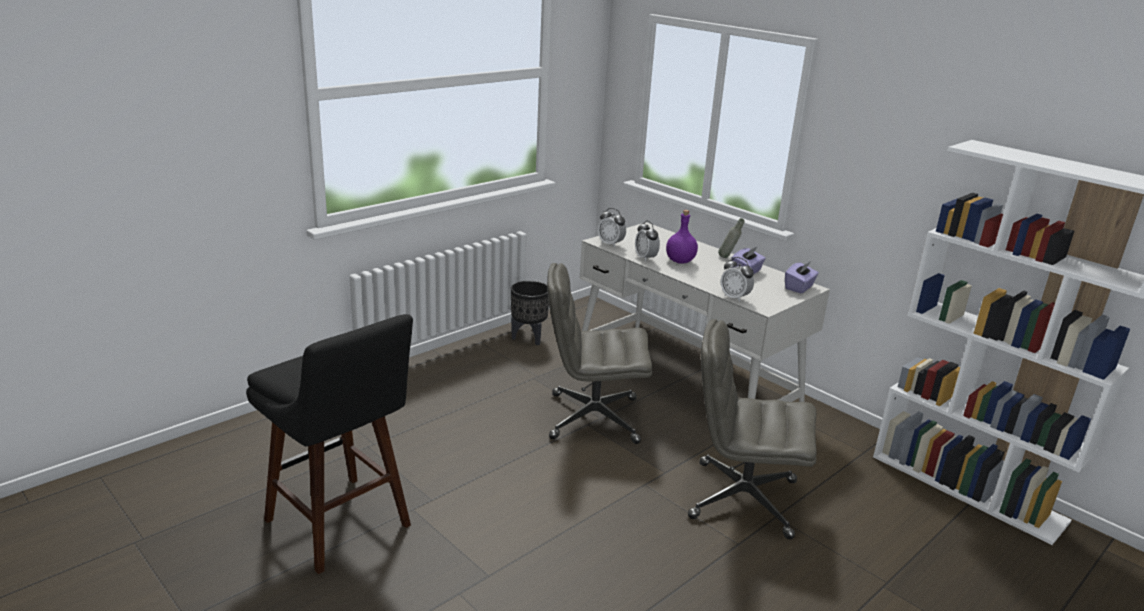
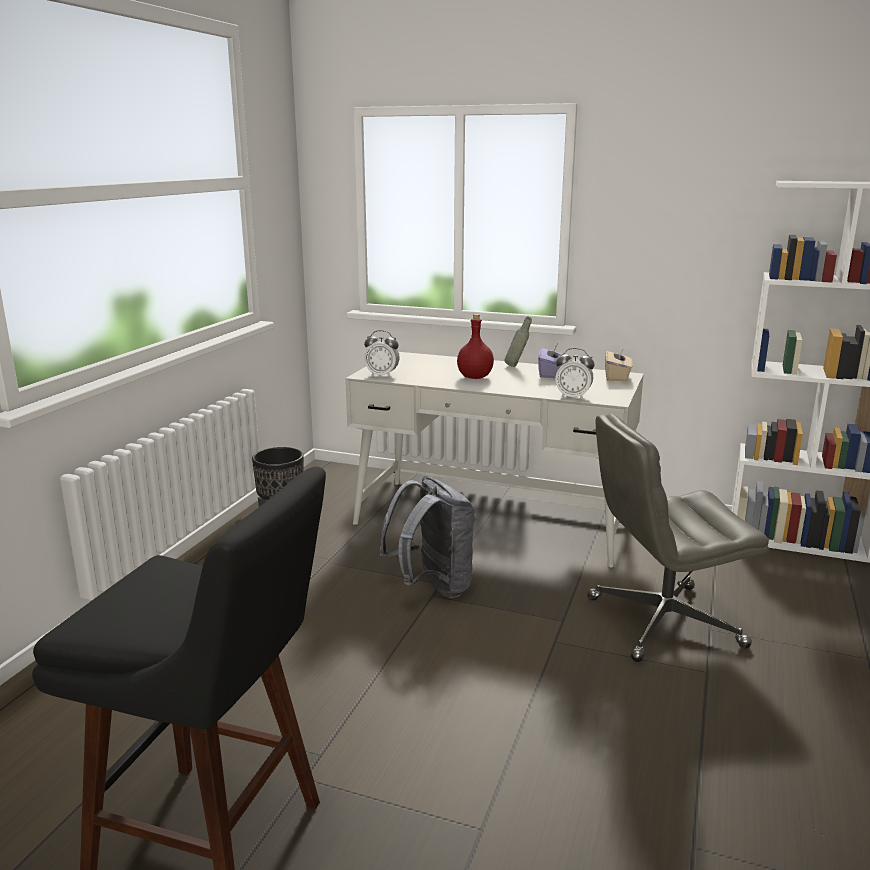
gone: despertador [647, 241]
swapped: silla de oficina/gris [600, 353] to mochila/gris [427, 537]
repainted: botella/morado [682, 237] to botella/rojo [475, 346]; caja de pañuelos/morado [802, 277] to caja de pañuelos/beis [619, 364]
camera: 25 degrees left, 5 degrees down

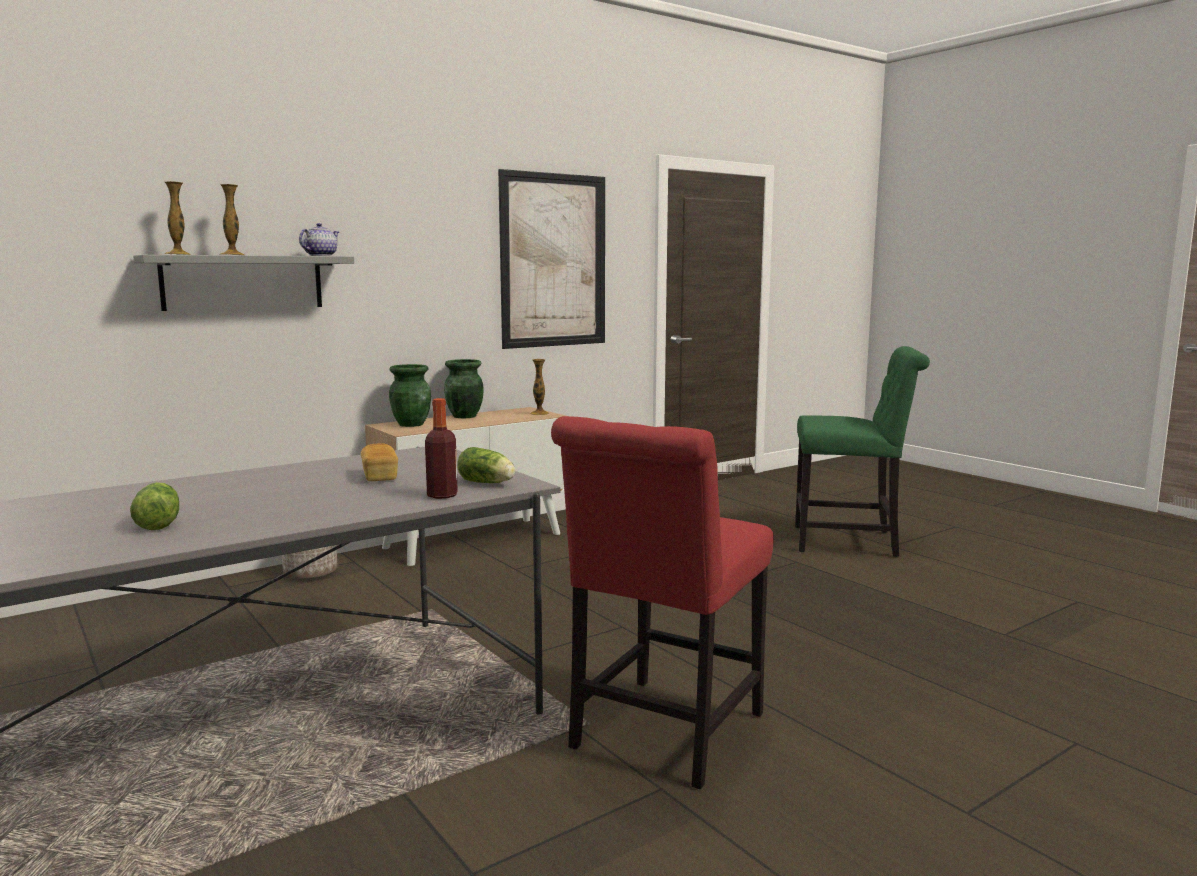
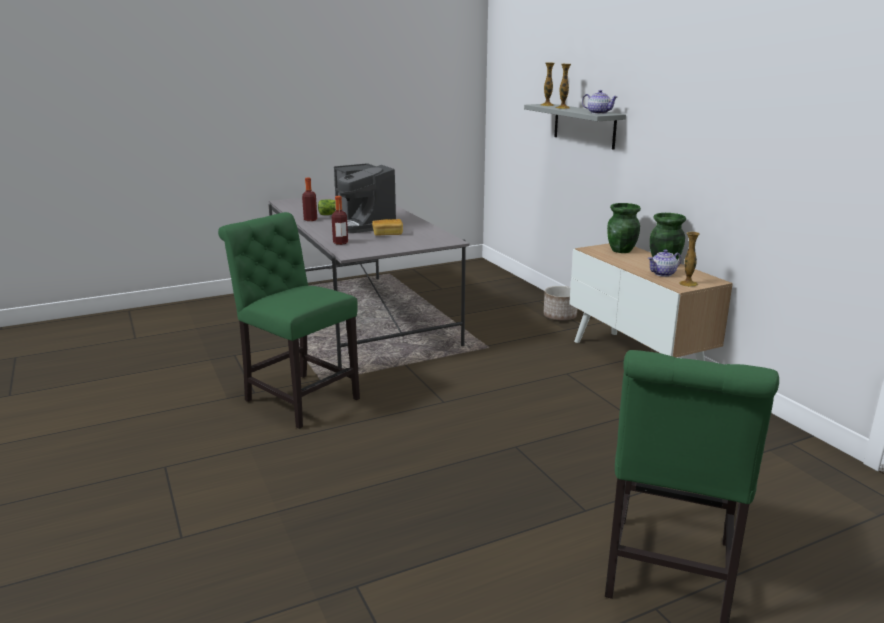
gone: cuadro [551, 259]; lechuga [486, 465]
new: cafetera [365, 198]; botella [309, 199]; tetera [664, 263]
repainted: silla/rojo [662, 602] to silla/verde [289, 320]
camera: 100 degrees right, 10 degrees up

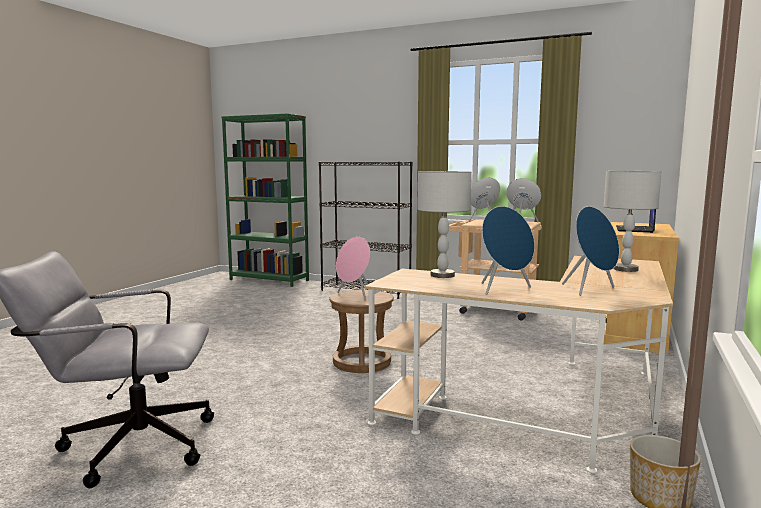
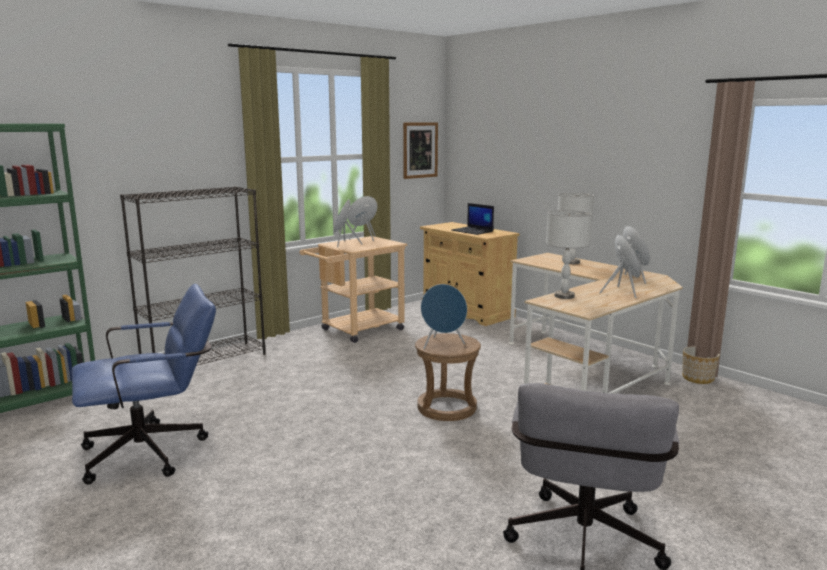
new: cuadro [420, 150]; silla de oficina/azul [144, 384]
repainted: altavoz/rosa [353, 268] to altavoz/azul [444, 316]
camera: 65 degrees left, 5 degrees up

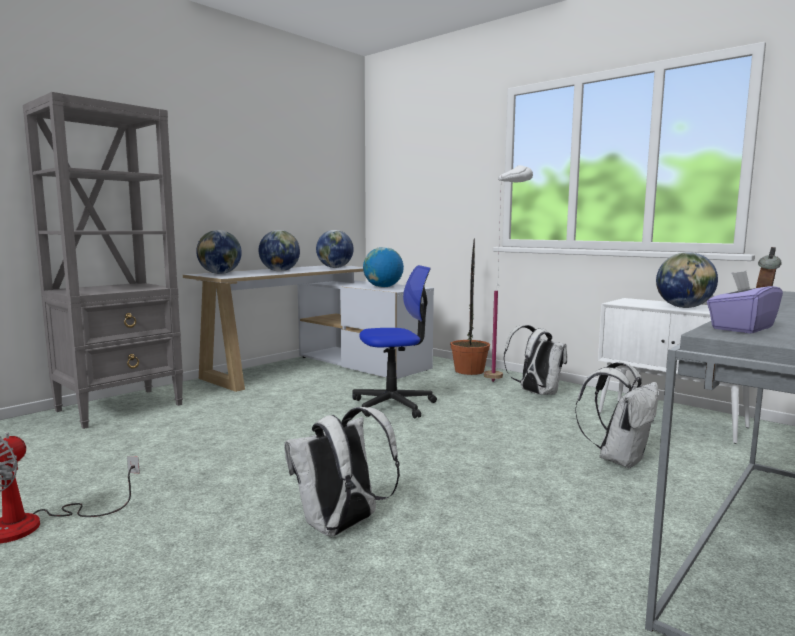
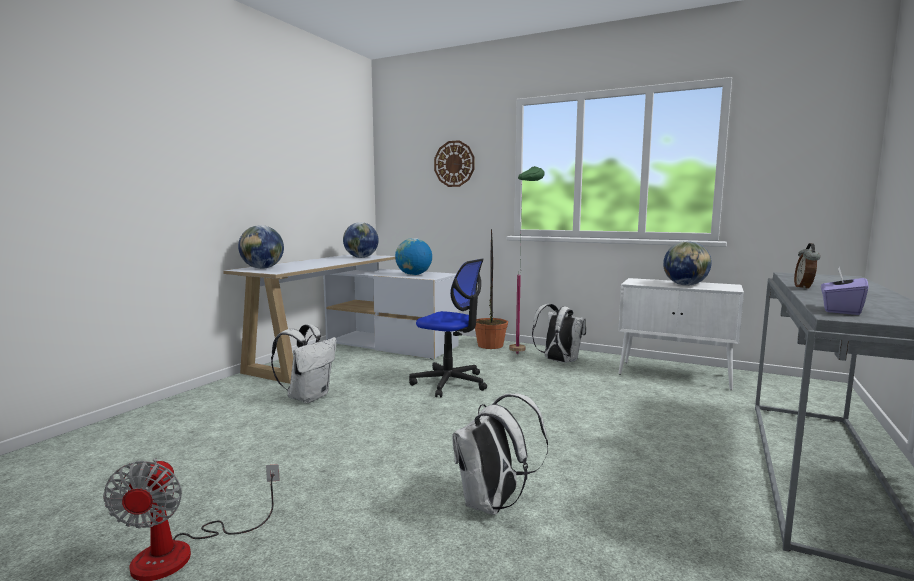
gone: estantería/gris [103, 260]; globo terráqueo [279, 251]
new: reloj de pared [454, 163]
shifted: mochila/blanco [616, 415] to [303, 363]
repainted: lámpara de pie/blanco [508, 273] to lámpara de pie/verde [527, 260]
rotated: silla de oficina [394, 341] = [448, 328] 60 degrees clockwise
camera: 15 degrees left, 0 degrees up

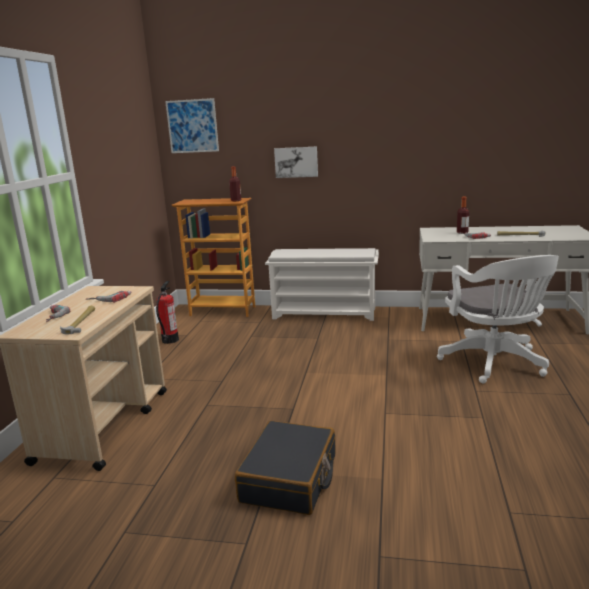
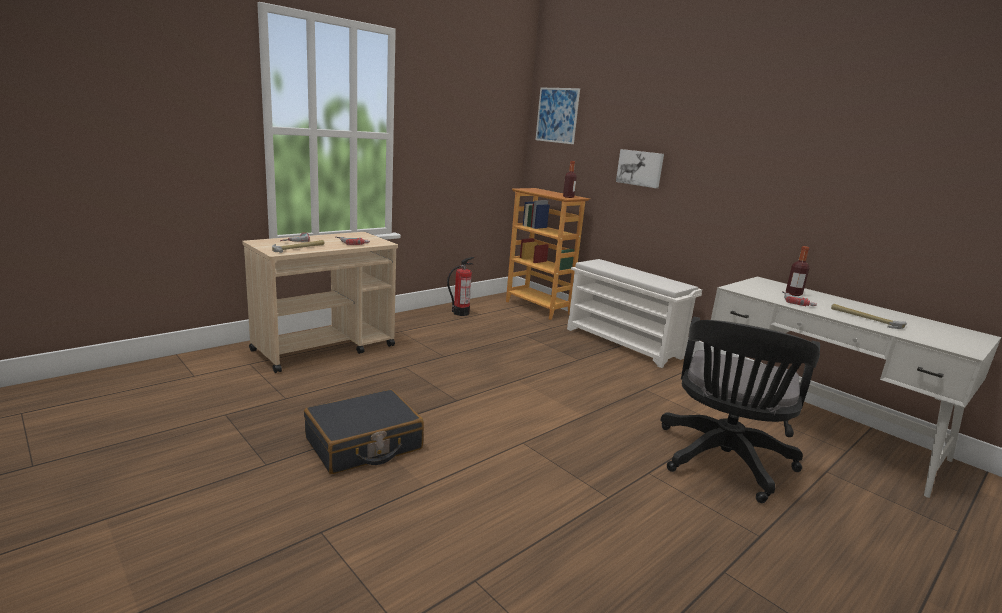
repainted: silla de oficina/blanco [498, 319] to silla de oficina/negro [740, 409]
camera: 35 degrees right, 0 degrees up

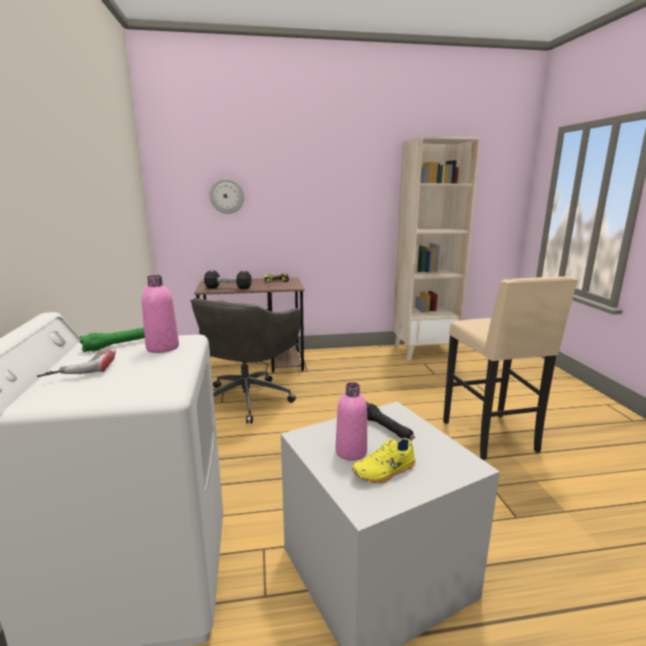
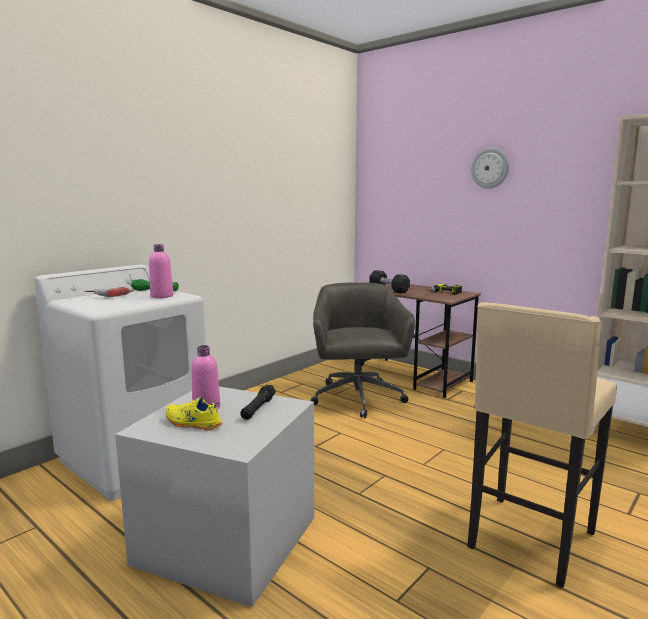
shifted: reloj de pared [226, 196] to [490, 168]
rotated: silla de oficina/gris [246, 361] = [363, 350] 105 degrees clockwise
camera: 50 degrees right, 5 degrees down

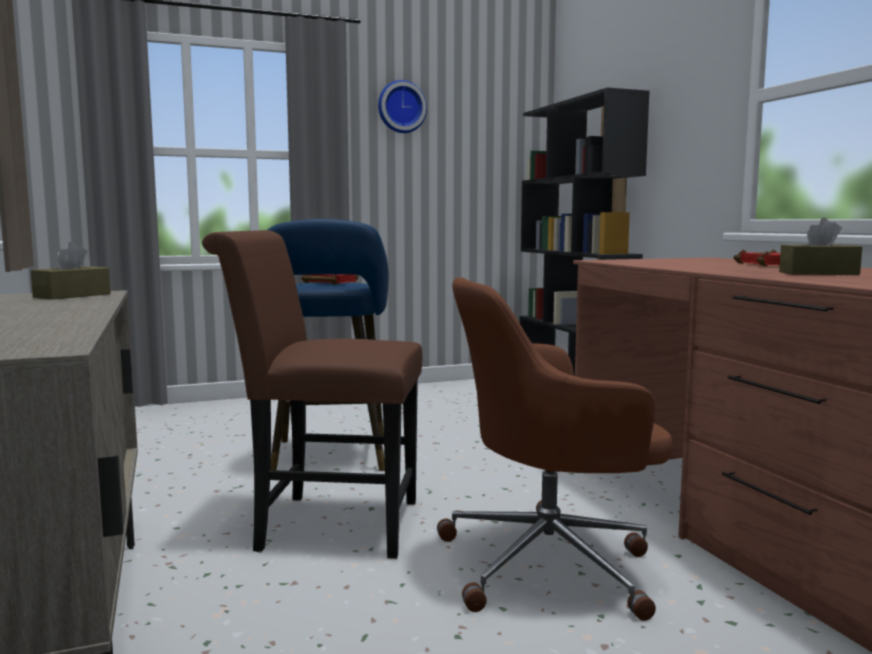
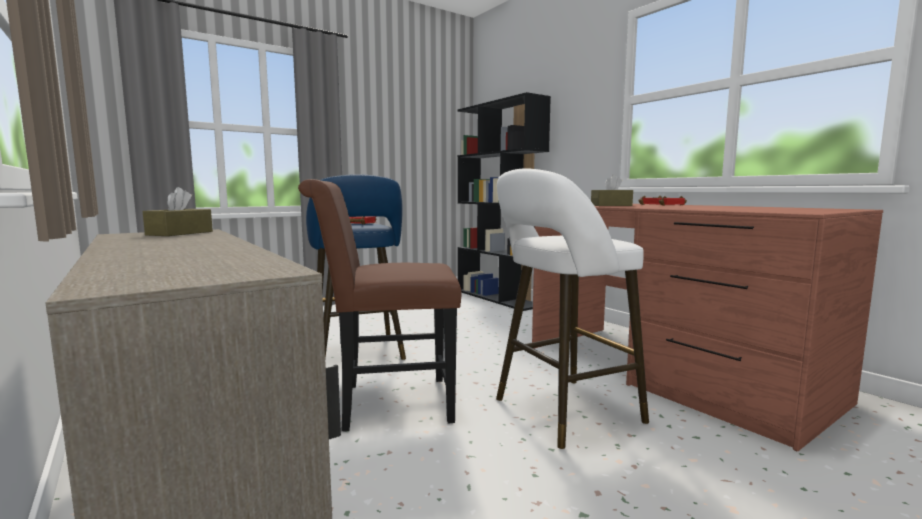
gone: reloj de pared [402, 106]
shifted: caja de pañuelos/marrón [820, 246] to [612, 190]
swapped: silla de oficina/marrón [555, 449] to taburete/blanco [572, 308]
camera: 15 degrees left, 0 degrees up

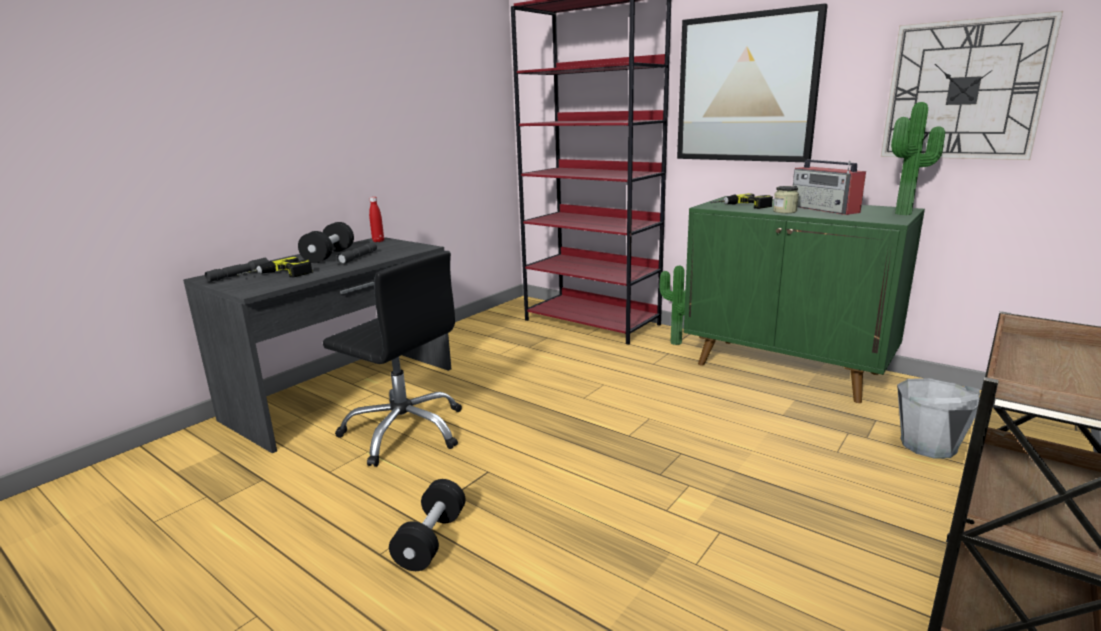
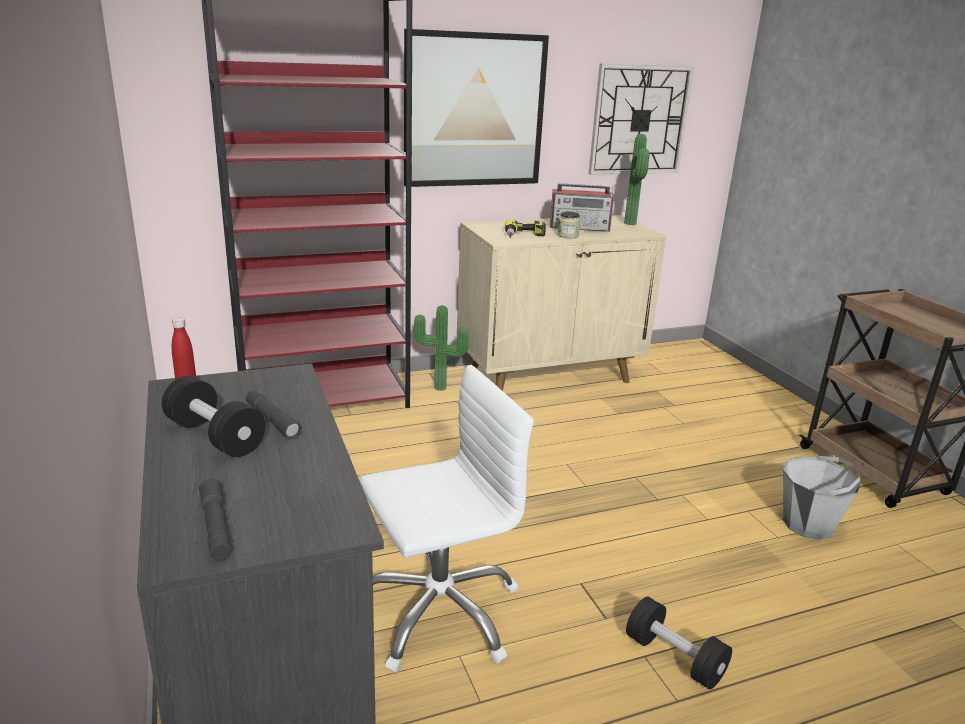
gone: taladro [274, 267]
shifted: cubo/gris [938, 418] to [822, 498]
repainted: armario/verde [804, 299] to armario/beis [561, 303]; silla de oficina/negro [392, 359] to silla de oficina/blanco [447, 519]
camera: 60 degrees left, 5 degrees up

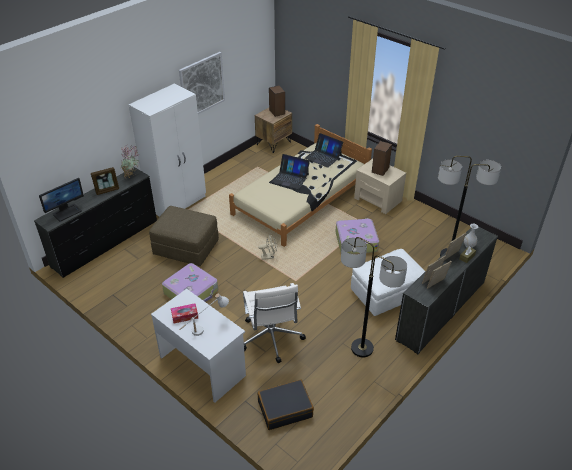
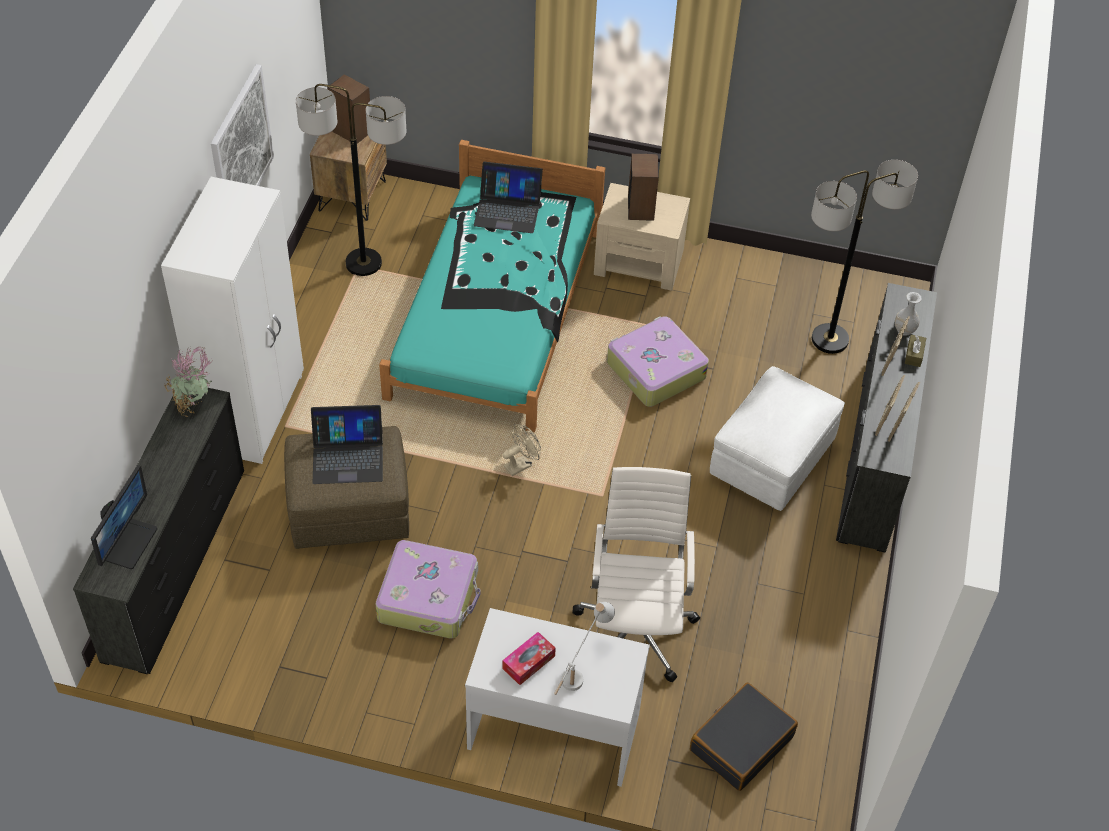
gone: portarretratos [105, 181]
shifted: portátil [291, 171] to [347, 444]; lámpara de pie [374, 297] to [351, 180]
repainted: cama/beis [300, 185] to cama/turquesa [492, 286]
rotated: silla de oficina/blanco [274, 323] = [636, 574] 135 degrees counterclockwise
camera: 30 degrees left, 10 degrees up

